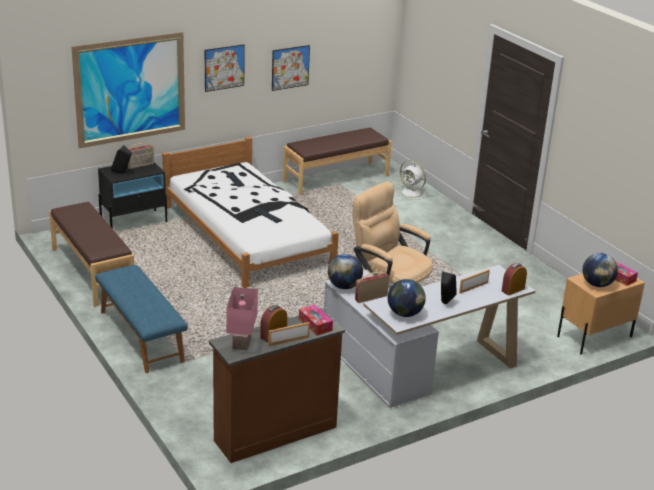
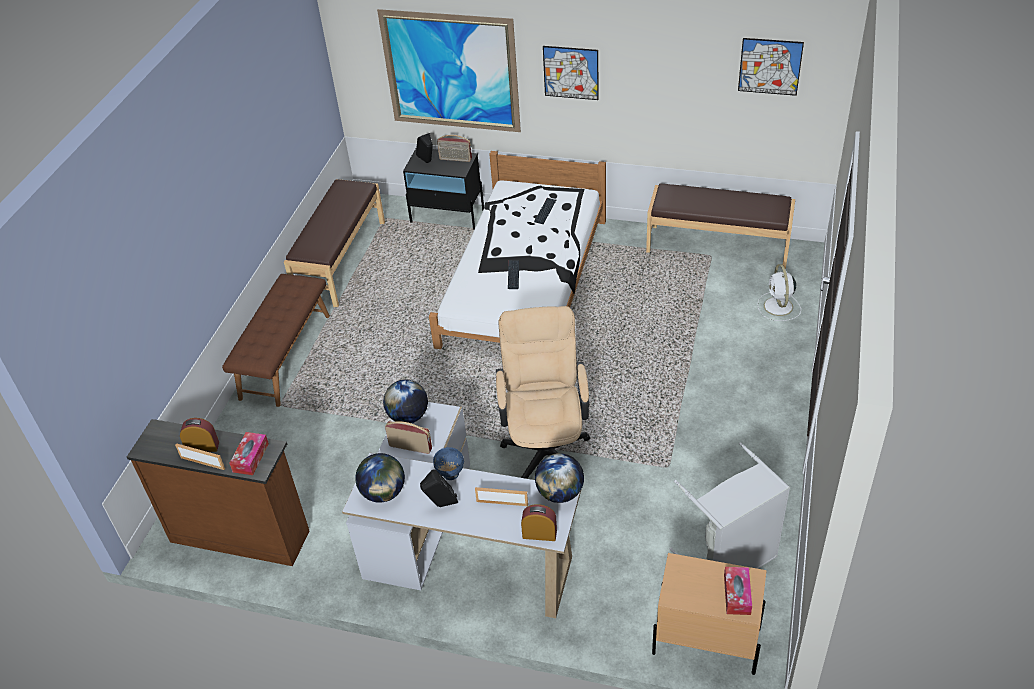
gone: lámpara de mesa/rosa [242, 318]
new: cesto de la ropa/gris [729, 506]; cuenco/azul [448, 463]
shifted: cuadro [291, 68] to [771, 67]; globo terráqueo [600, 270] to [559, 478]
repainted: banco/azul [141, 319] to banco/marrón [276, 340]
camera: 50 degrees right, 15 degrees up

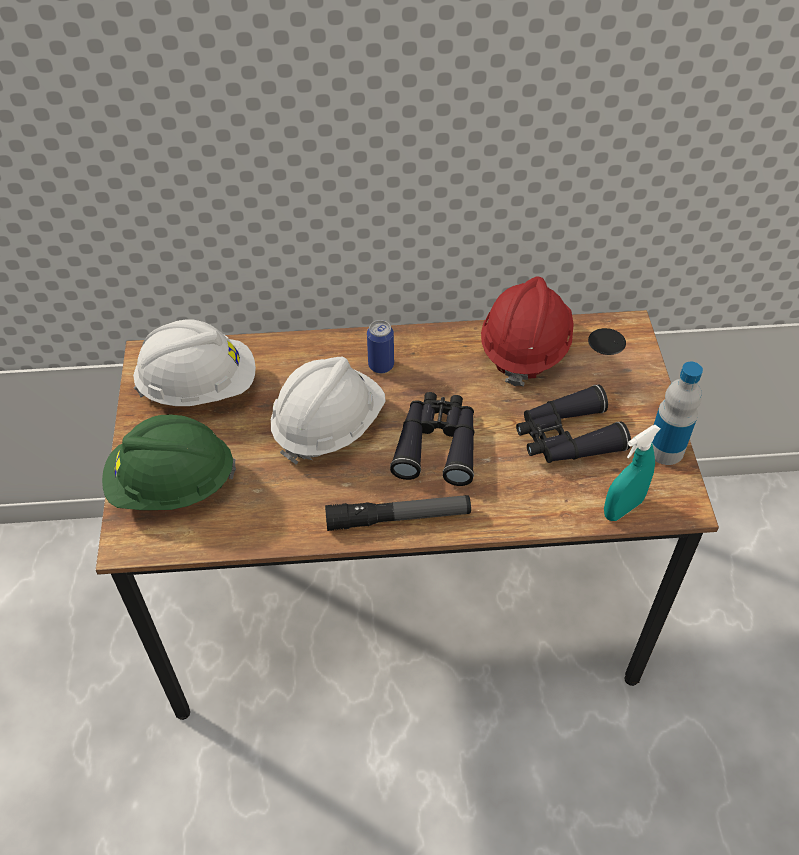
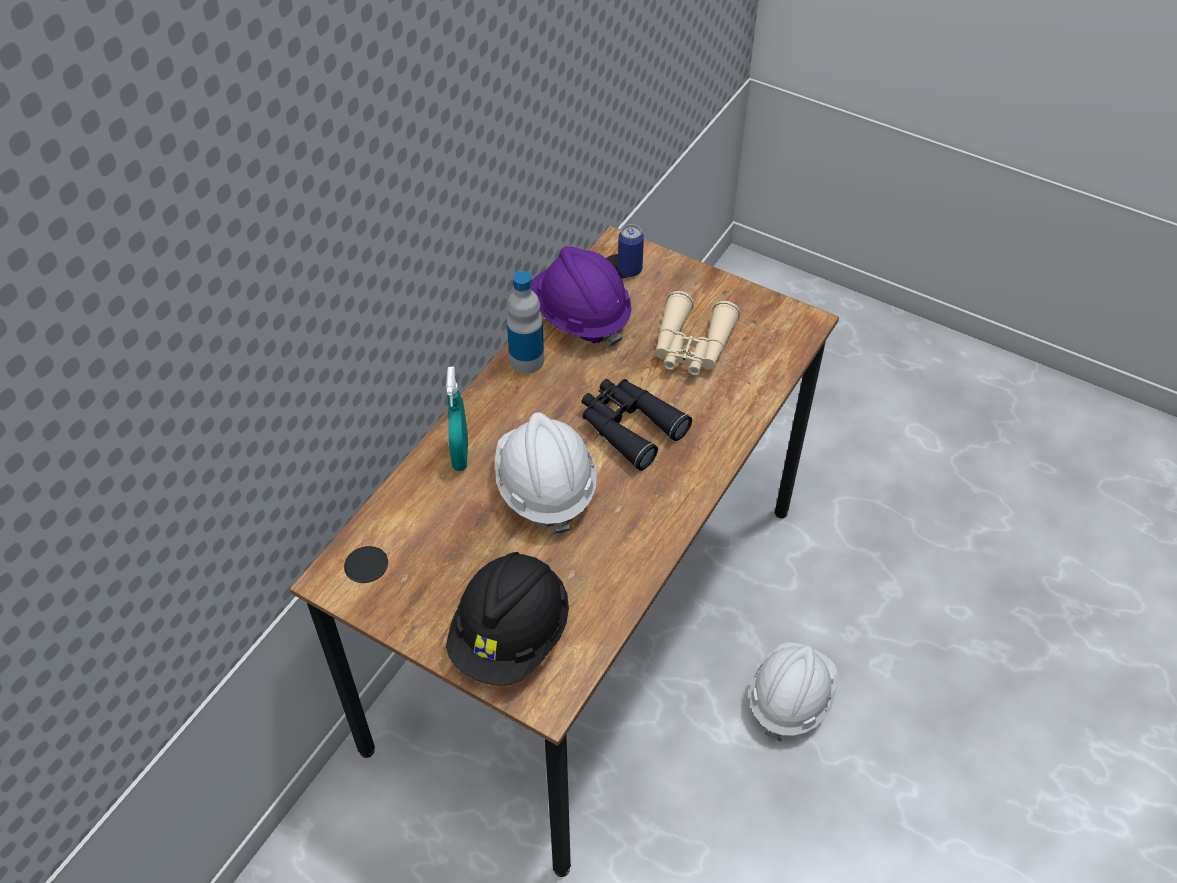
gone: linterna [398, 513]
shifted: casco/blanco [194, 362] to [793, 692]; lata [380, 347] to [631, 250]; botella [677, 413] to [525, 322]; pulverizador/turquesa [632, 473] to [457, 419]
repainted: casco/rojo [527, 331] to casco/morado [581, 296]; prismáticos/negro [573, 423] to prismáticos/beis [697, 333]; casco/verde [169, 462] to casco/negro [507, 618]
camera: 55 degrees left, 0 degrees up

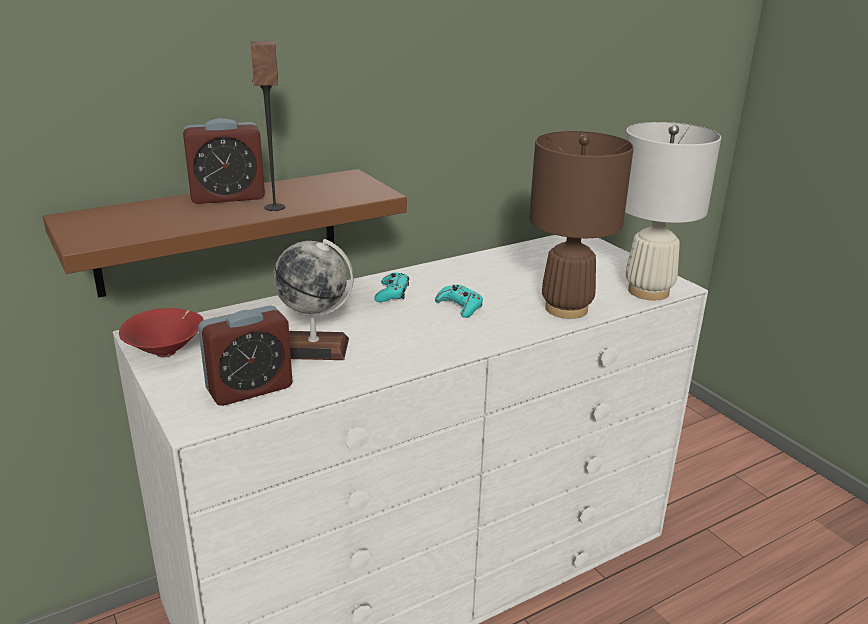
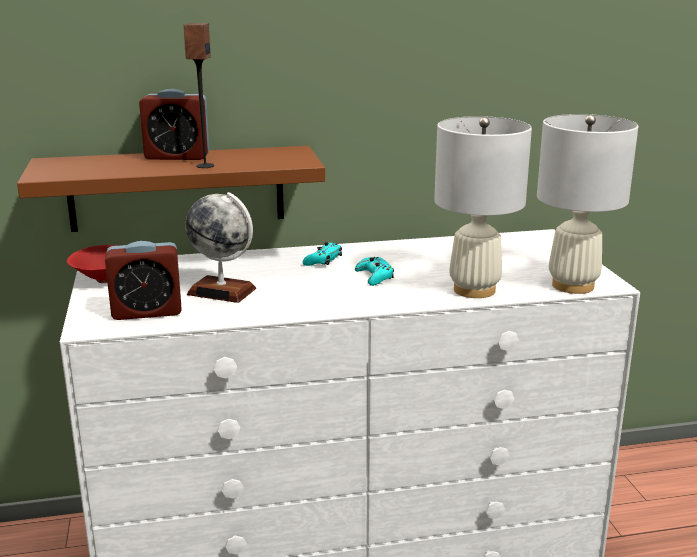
repainted: lámpara de mesa/marrón [581, 225] to lámpara de mesa/blanco [483, 207]
camera: 20 degrees right, 5 degrees down

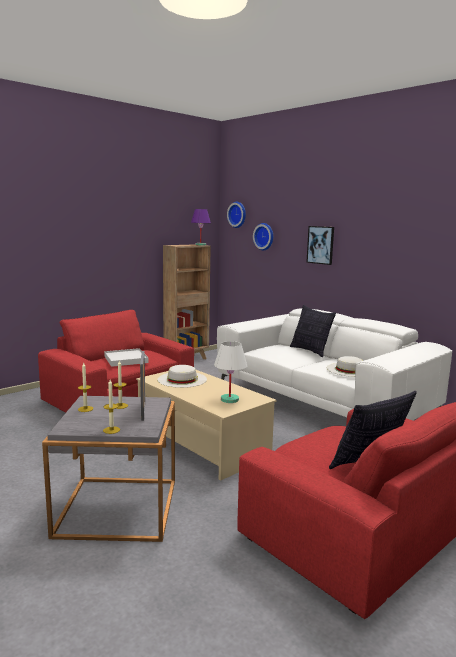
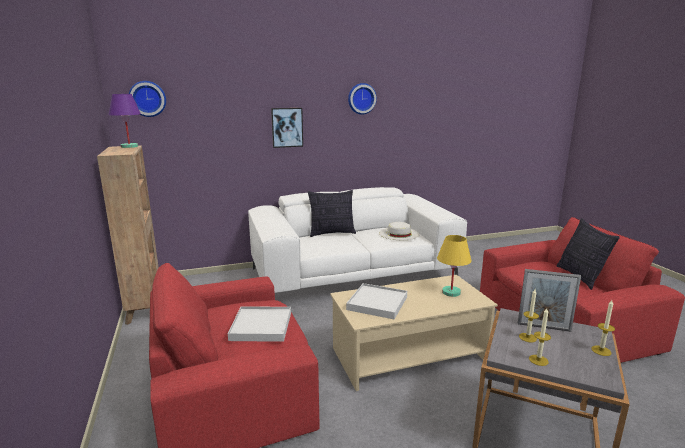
shifted: reloj de pared [263, 236] to [362, 99]
swapped: sombrero/blanco [182, 376] to bandeja/blanco [376, 301]
repainted: lámpara de mesa/blanco [230, 372] to lámpara de mesa/amarillo [454, 266]
camera: 65 degrees left, 5 degrees up

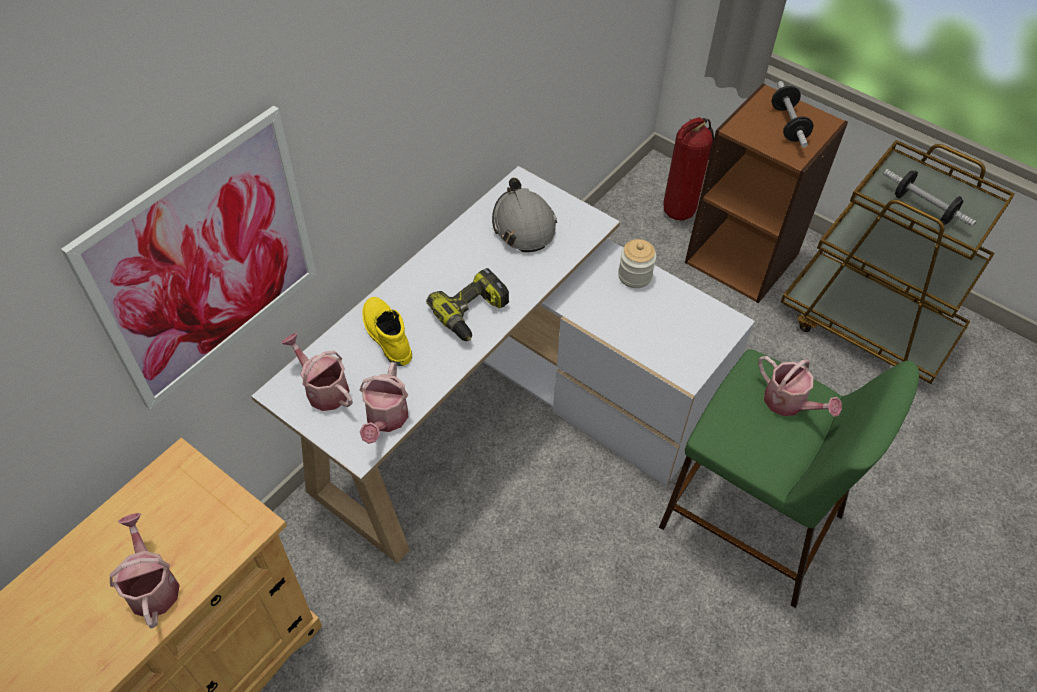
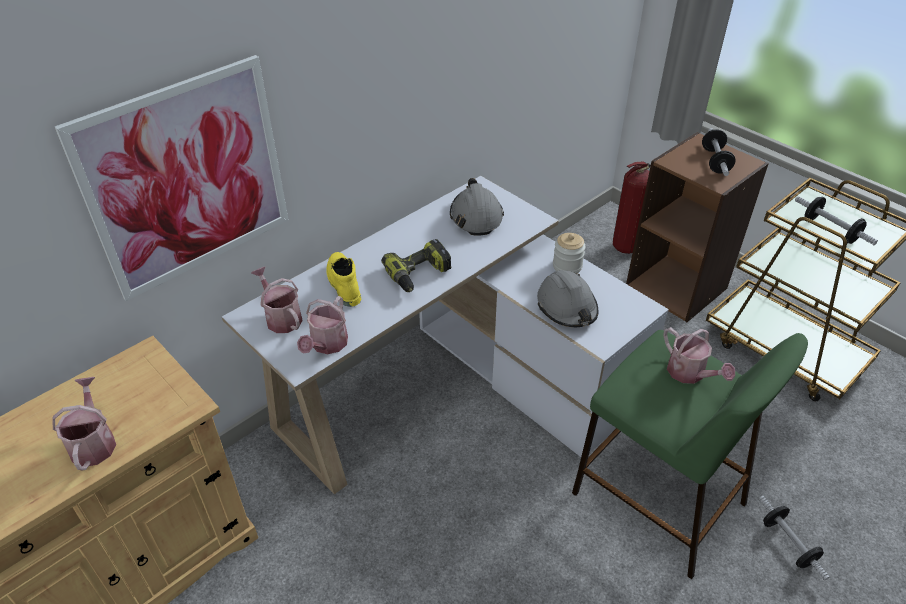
new: casco/gris [567, 298]; mancuerna [794, 538]
camera: 10 degrees right, 10 degrees down

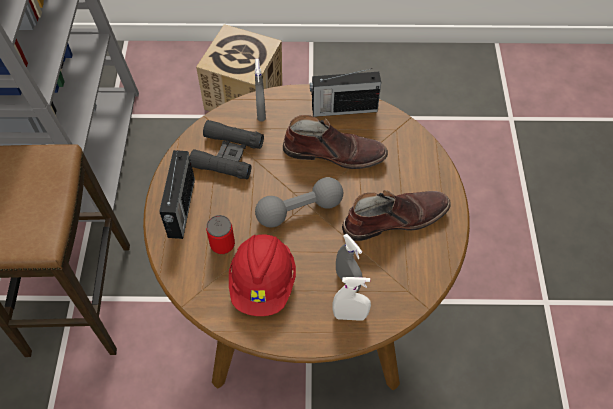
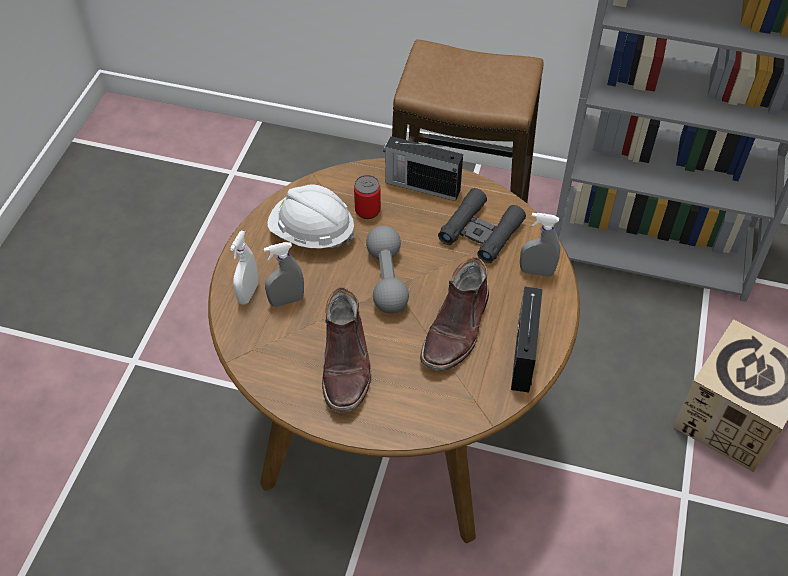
repainted: casco/rojo [262, 275] to casco/blanco [311, 216]
camera: 105 degrees right, 5 degrees down

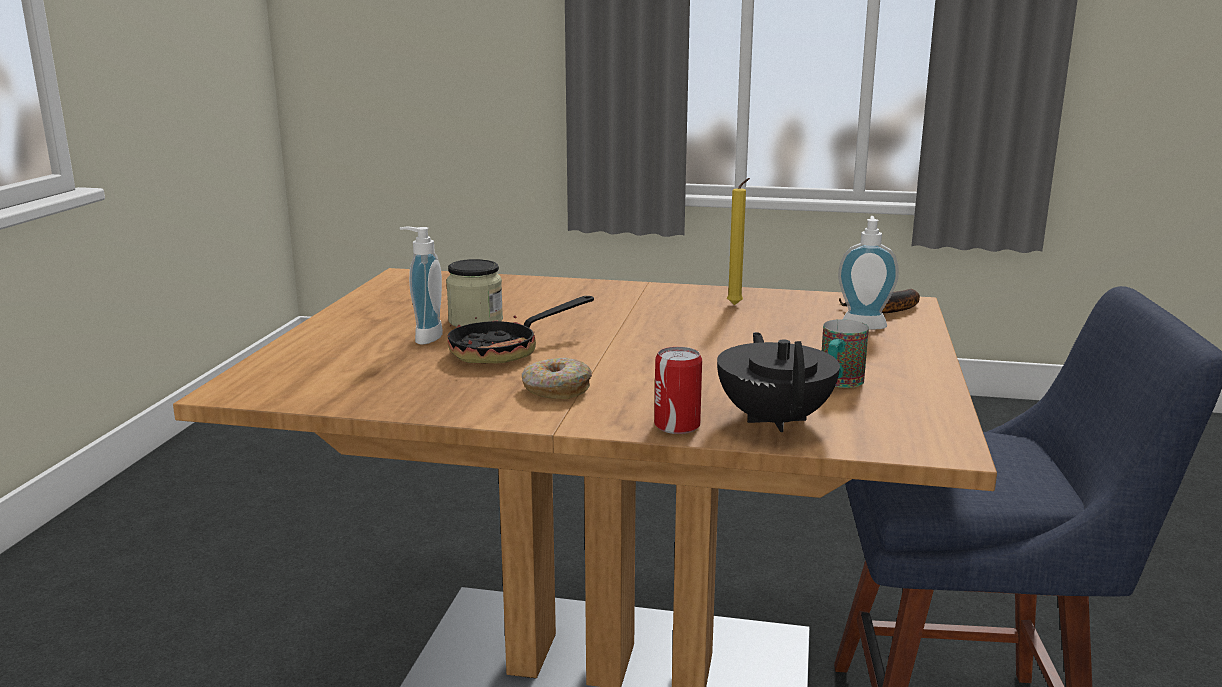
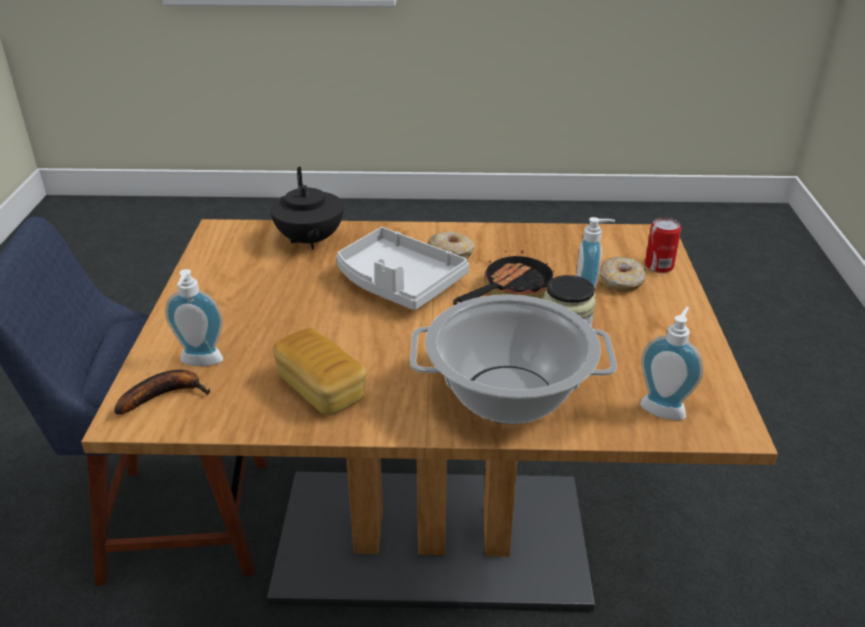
gone: taza grande [845, 353]
new: bandeja/gris [402, 268]; rosquilla [623, 274]; olla [513, 359]; dispensador de jabón [671, 363]
shifted: lata [678, 390] to [663, 245]
swapped: vela/amarillo [738, 241] to pan [320, 371]
camera: 170 degrees right, 15 degrees up

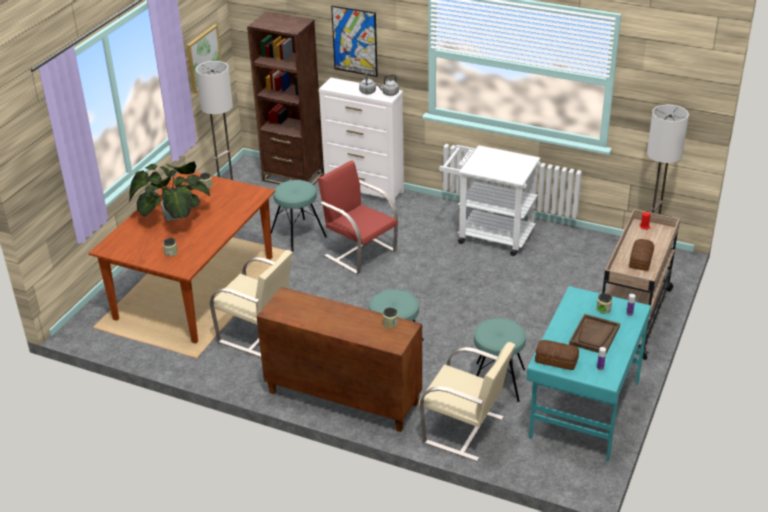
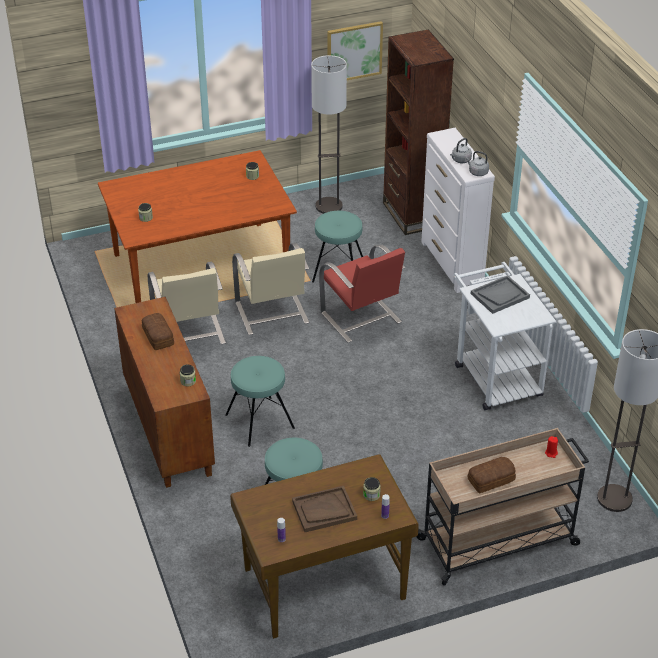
gone: cuadro [354, 41]; planta en maceta [170, 191]
new: bandeja/gris [500, 294]
shifted: pan [557, 355] to [158, 331]; silla/beis [467, 402] to [271, 289]
repainted: escritorio/turquesa [589, 374] to escritorio/marrón [324, 546]
rotated: silla/rojo [358, 218] = [362, 293] 150 degrees clockwise
camera: 45 degrees right, 5 degrees up

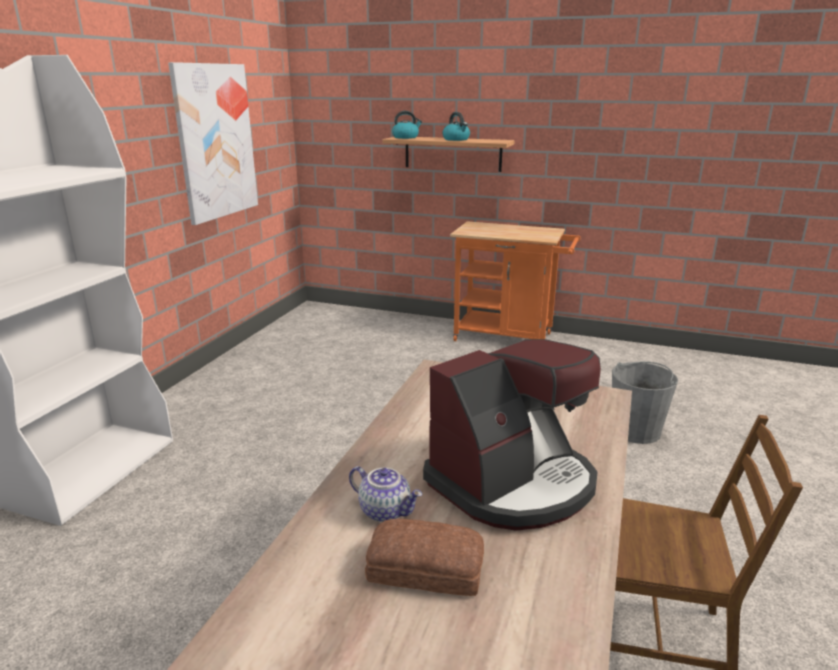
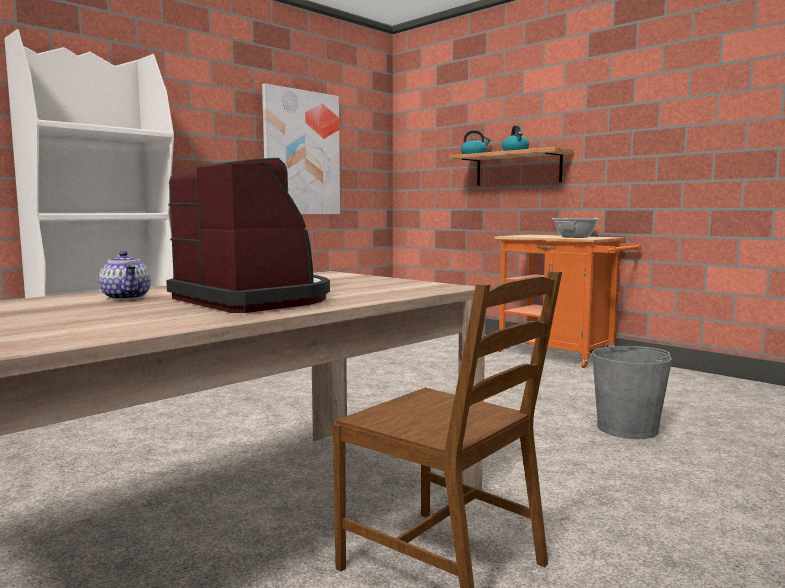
gone: pan [424, 557]
new: olla [576, 228]
rotated: cafetera [512, 435] = [248, 235] 120 degrees counterclockwise
camera: 25 degrees right, 15 degrees down

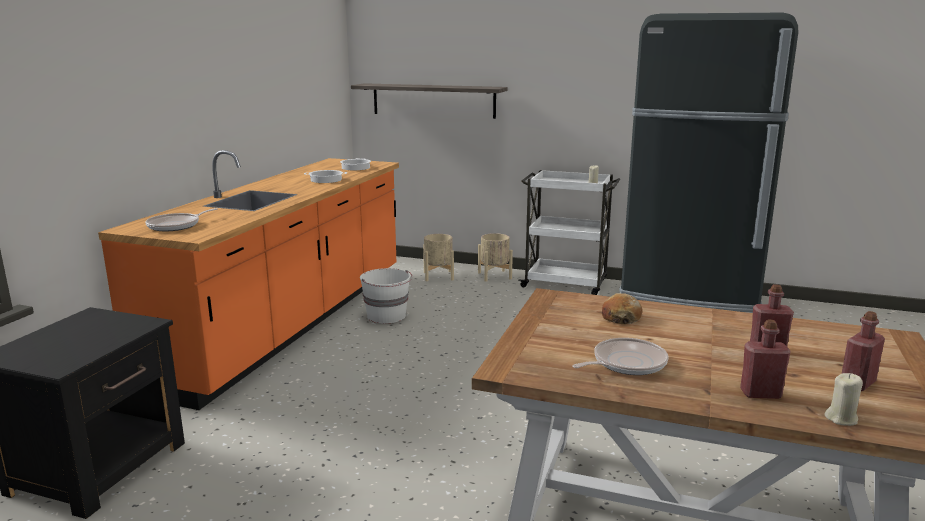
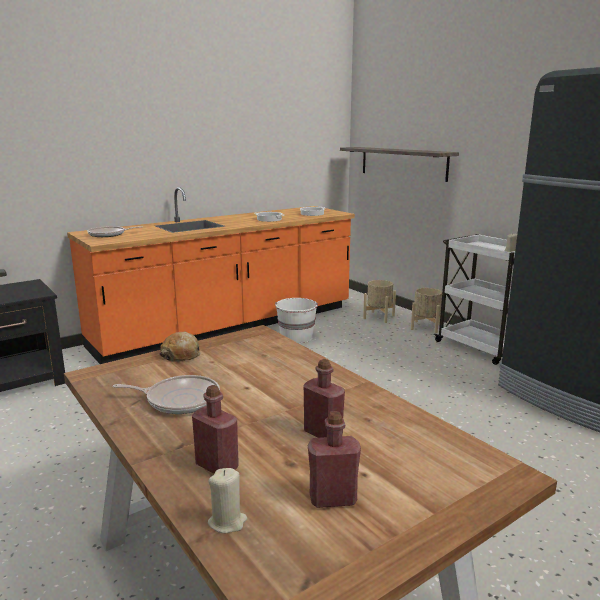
shifted: pan [622, 308] to [180, 347]
camera: 35 degrees right, 0 degrees up

